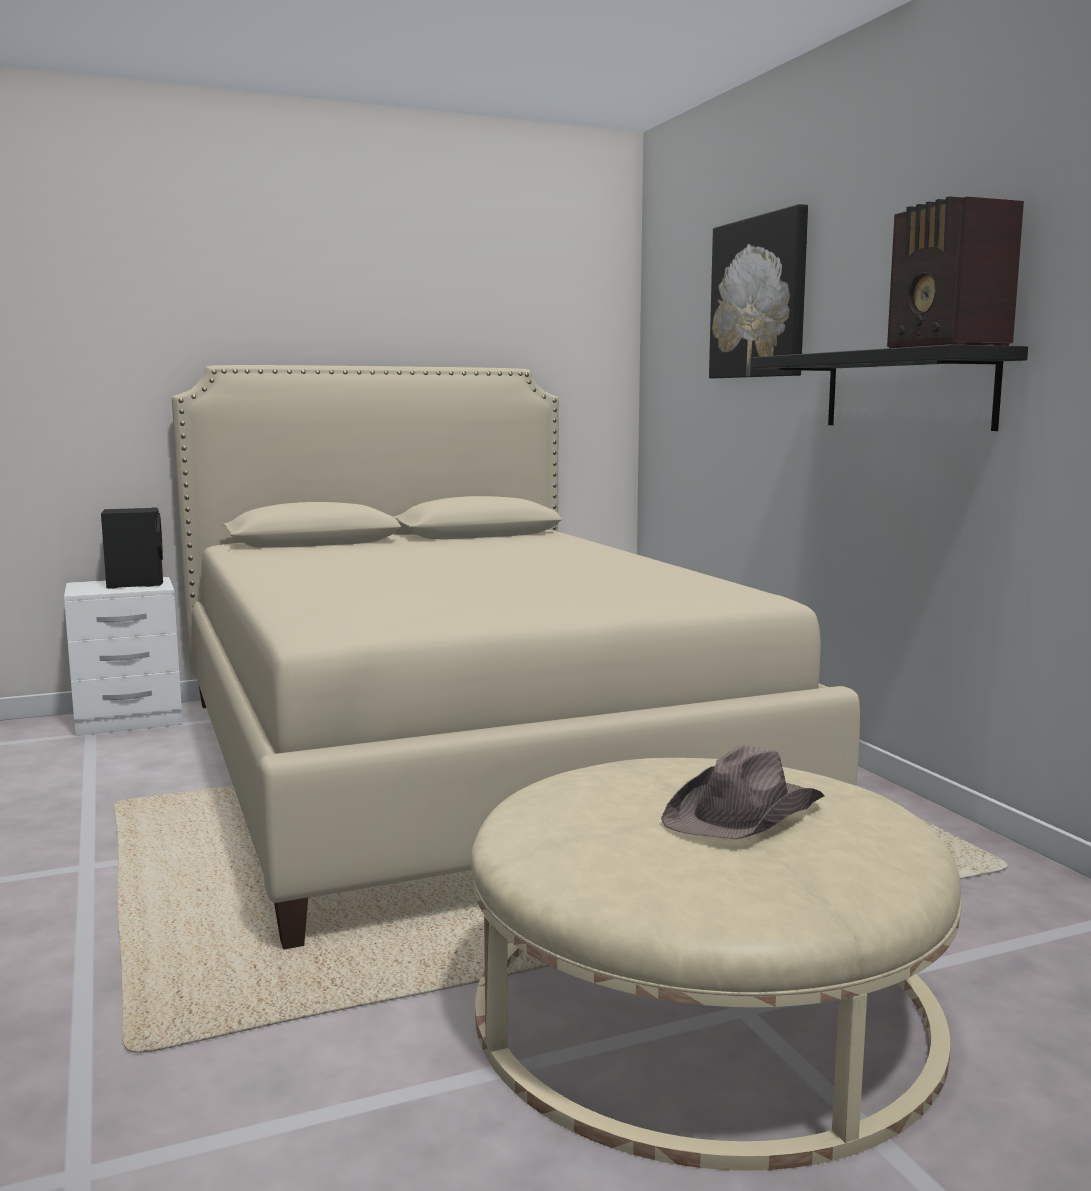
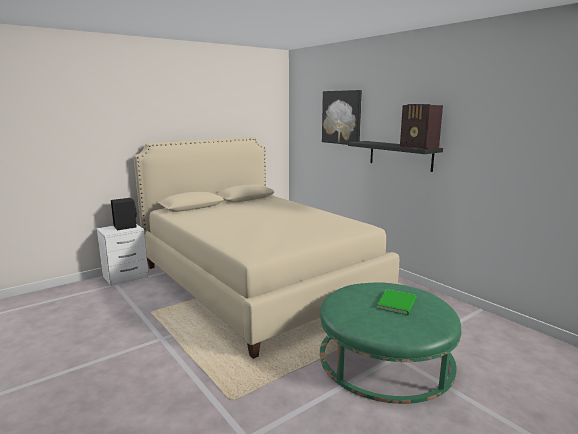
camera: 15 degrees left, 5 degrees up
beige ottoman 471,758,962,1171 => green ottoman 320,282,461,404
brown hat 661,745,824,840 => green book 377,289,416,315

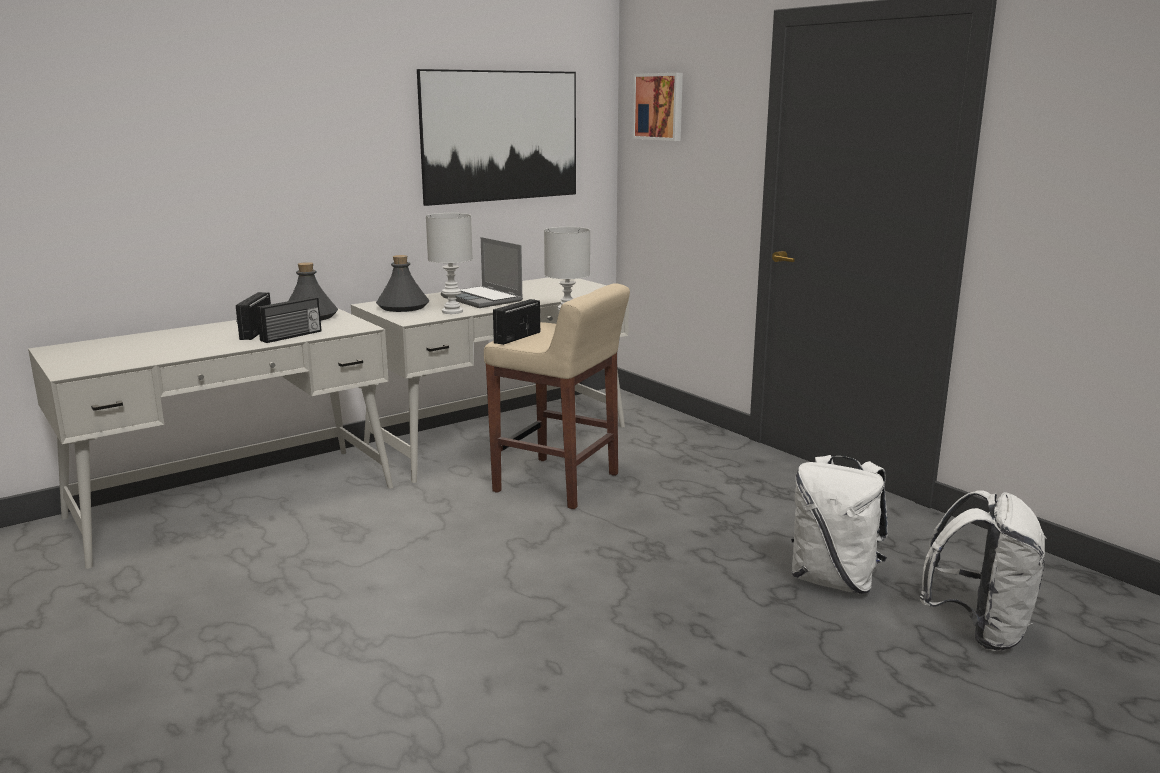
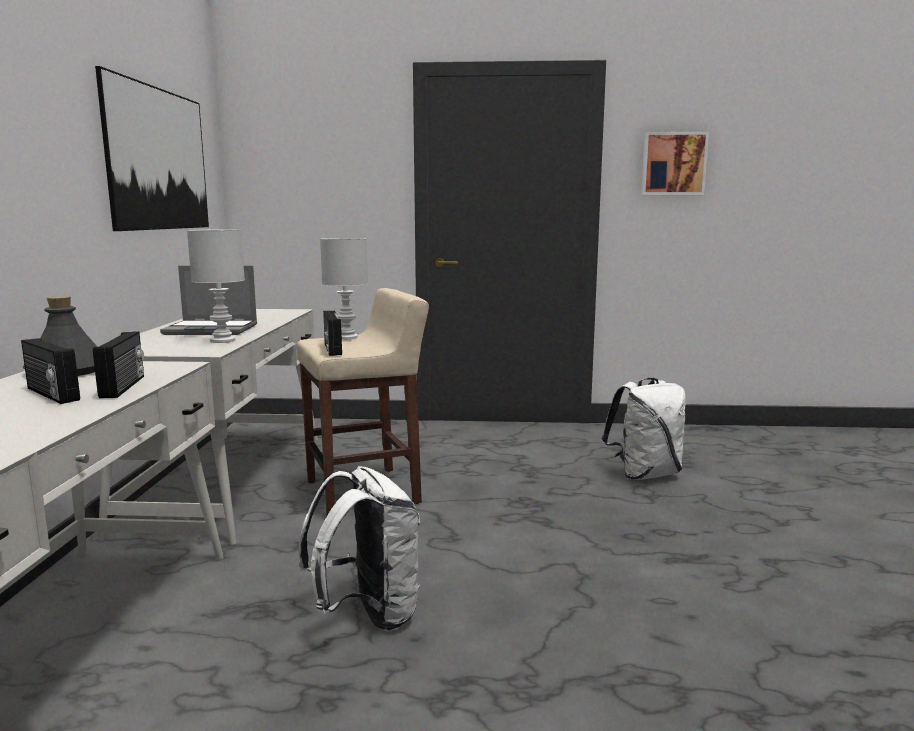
camera: 50 degrees left, 5 degrees down
white backpack 920,490,1047,651 => white backpack 299,466,420,631, shifted
picture 632,73,683,141 => picture 641,132,709,195, shifted
grey bottle 376,255,429,312 => nothing

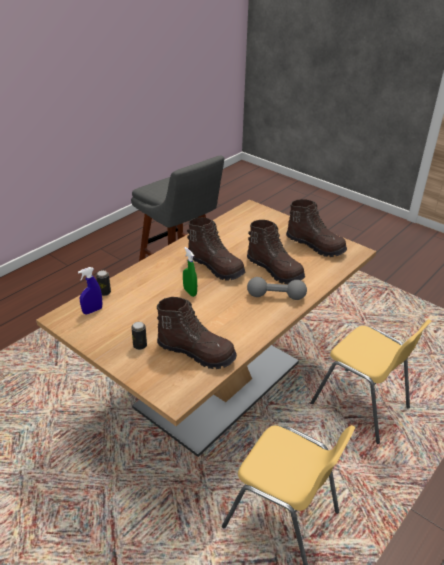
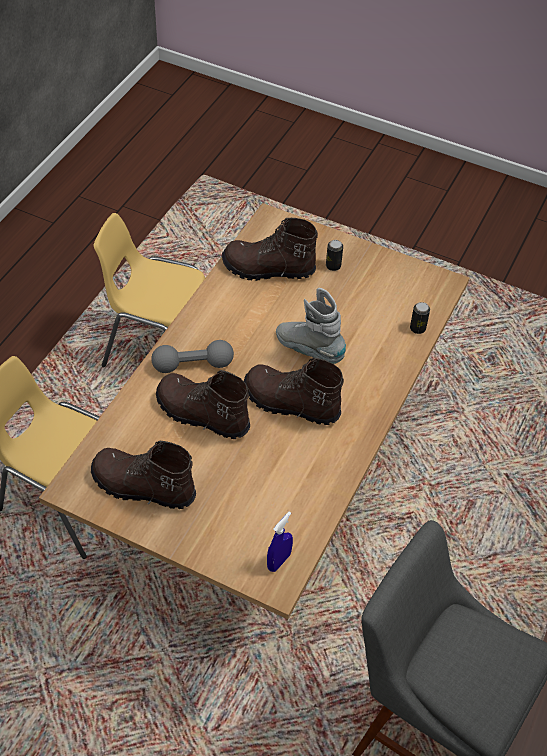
camera: 165 degrees right, 15 degrees up
blue spray bottle 78,267,102,314 => blue spray bottle 267,512,293,572, shifted
green spray bottle 183,247,197,297 => grey boot 276,288,346,364

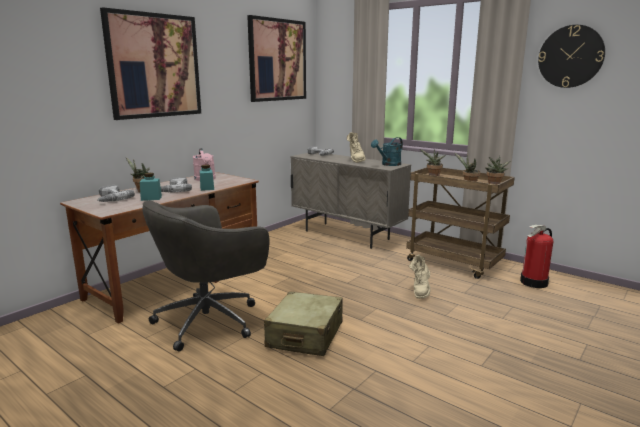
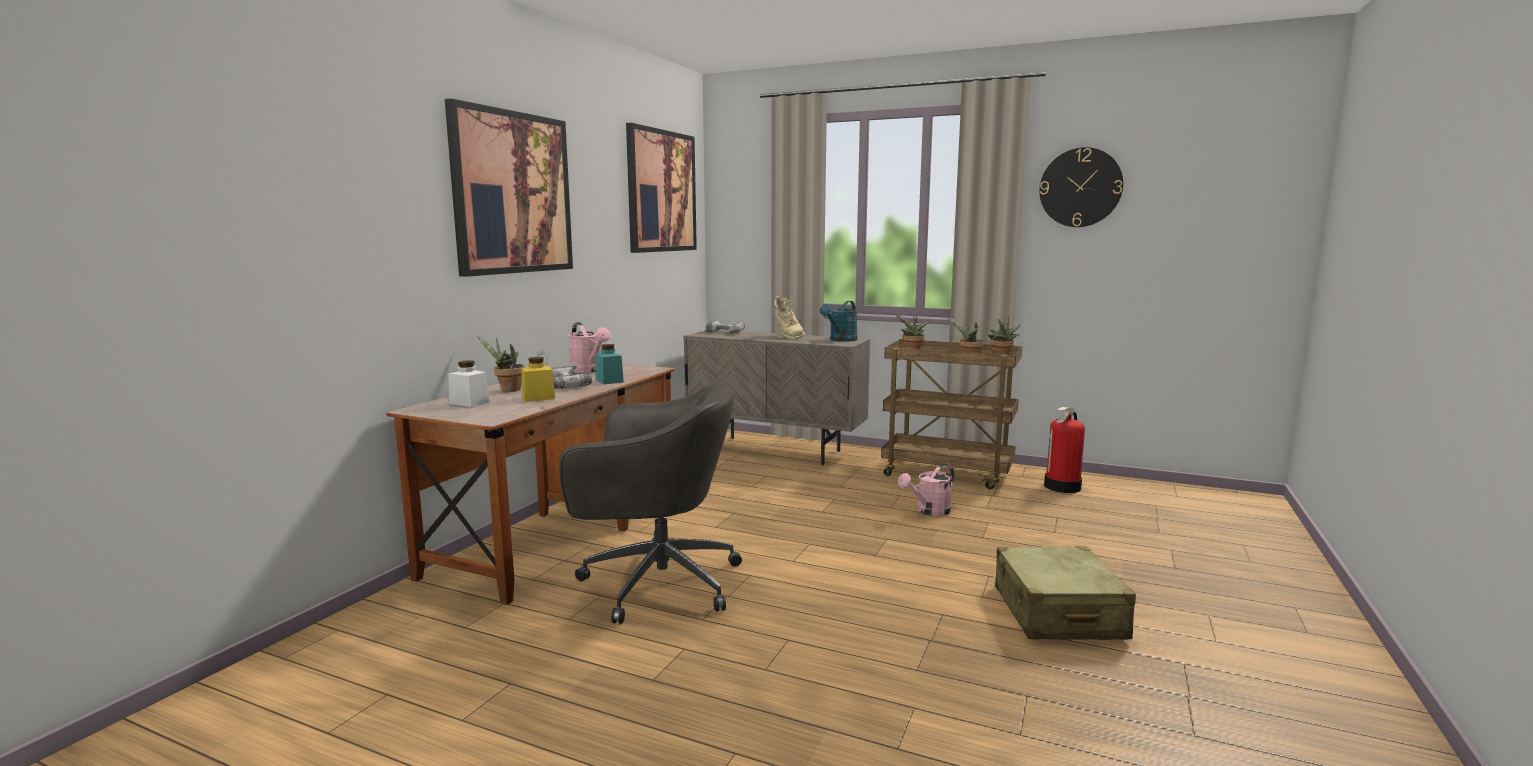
camera: 15 degrees left, 5 degrees down
power drill 98,185,135,202 => white jar 448,361,489,407
turquoise jar 140,173,162,201 => yellow jar 521,357,555,402
grey office chair 142,200,269,352 => grey office chair 559,381,742,624, 120 degrees counterclockwise
beige boot 409,255,431,299 => pink watering can 898,463,954,516
beige suitcase 264,291,343,356 => beige suitcase 995,546,1136,640, shifted

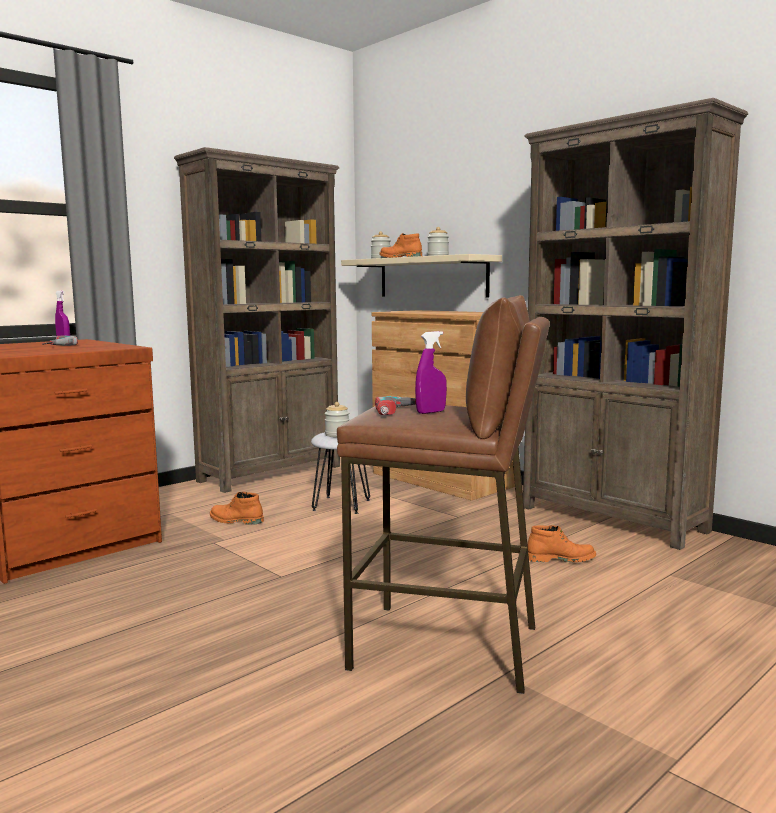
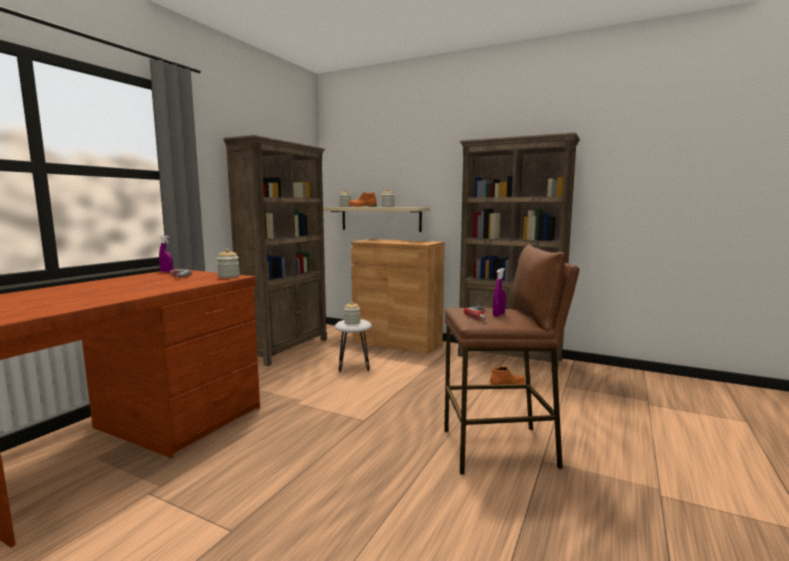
camera: 20 degrees left, 0 degrees up
nothing => jar 217,249,240,278
orange boot 210,492,264,525 => nothing

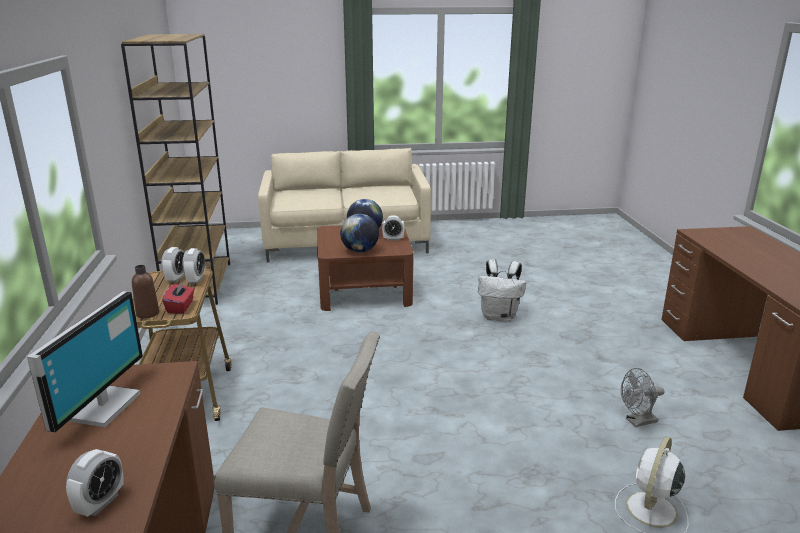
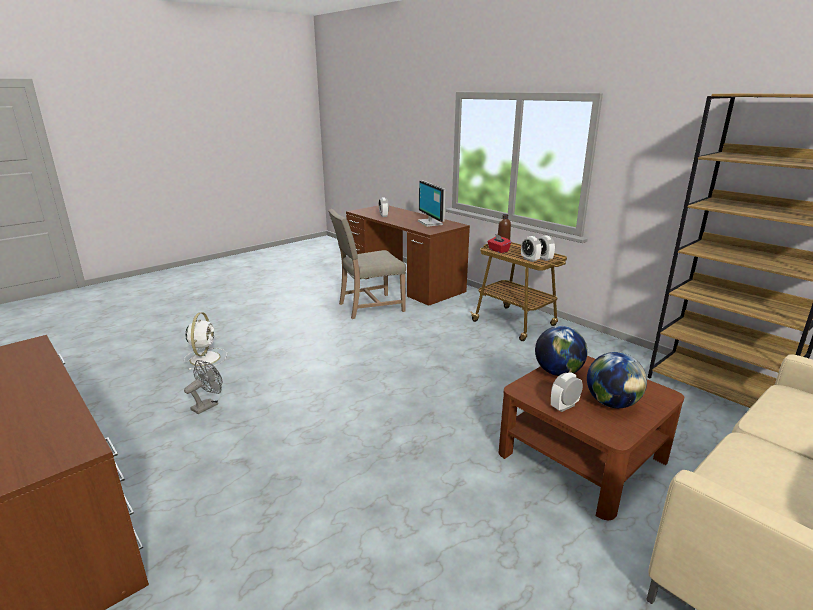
camera: 145 degrees right, 0 degrees up
white backpack 478,260,526,322 => nothing

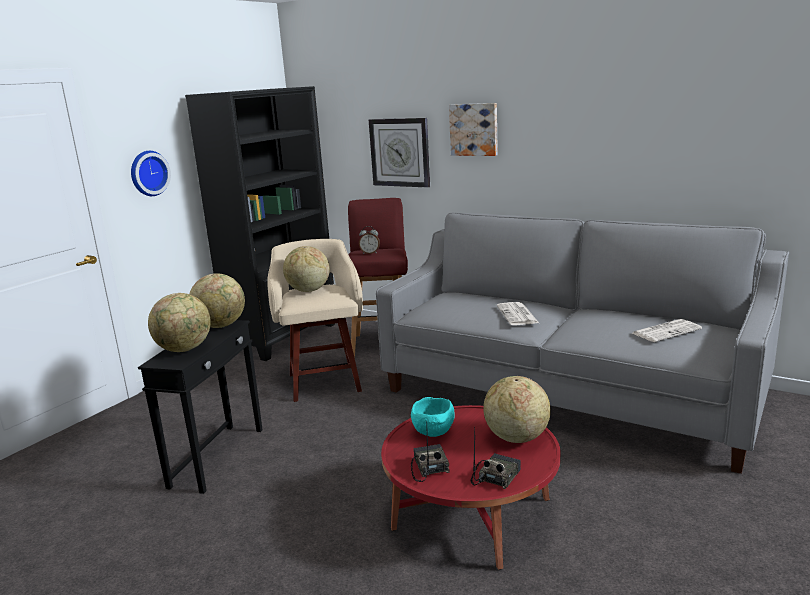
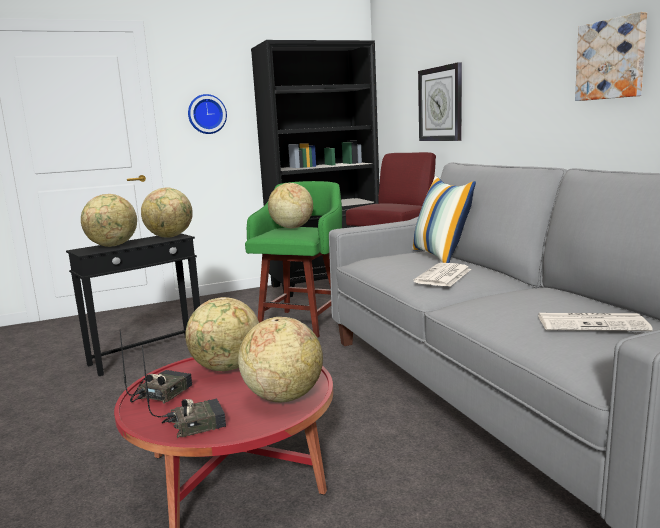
camera: 35 degrees right, 5 degrees down
turquoise bowl 411,397,455,437 => globe 185,297,259,371
beige stool 267,239,363,402 => green stool 245,181,342,338
nothing => pillow 412,176,476,263
picture 449,103,498,156 => picture 575,12,647,101, shifted
alarm clock 359,226,380,254 => nothing

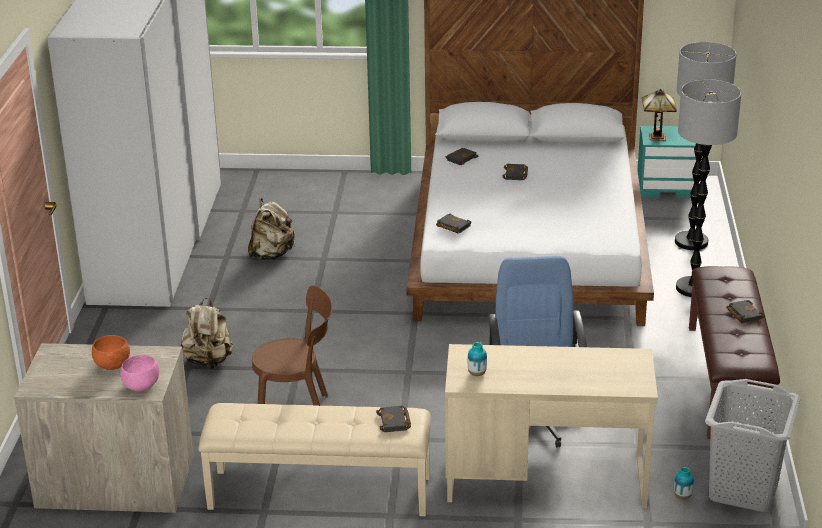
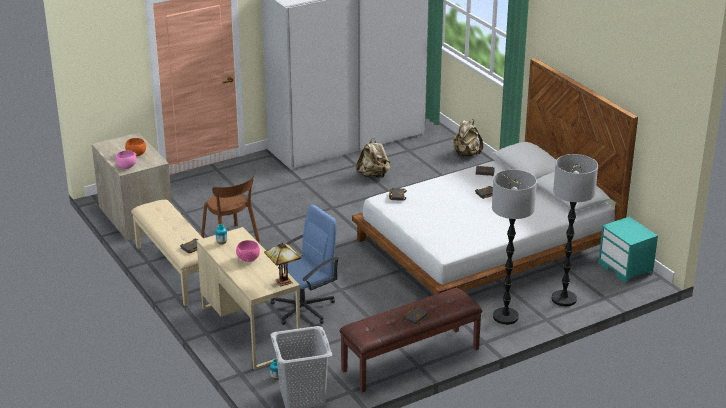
camera: 55 degrees right, 0 degrees up
nothing => pink bowl 236,240,260,262
table lamp 642,89,677,141 => table lamp 264,243,301,286, shifted
beige backpack 181,297,233,369 => beige backpack 453,119,483,157, shifted

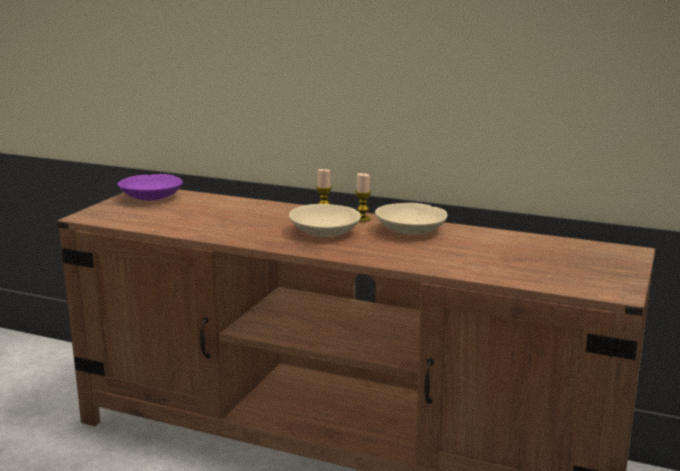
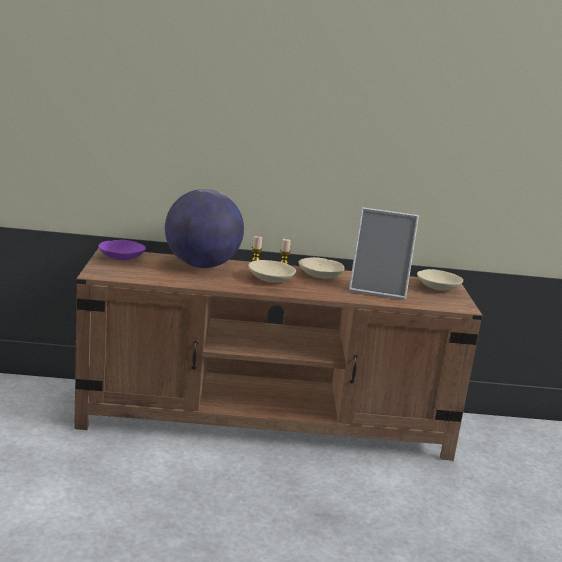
camera: 25 degrees left, 0 degrees up
nothing => globe 165,189,244,268
nothing => picture frame 349,207,419,300
nothing => beige bowl 417,269,463,291

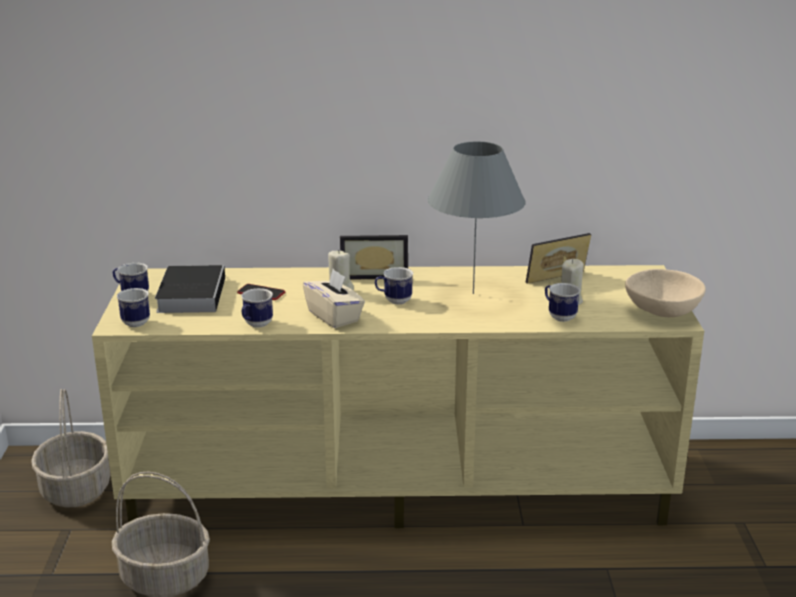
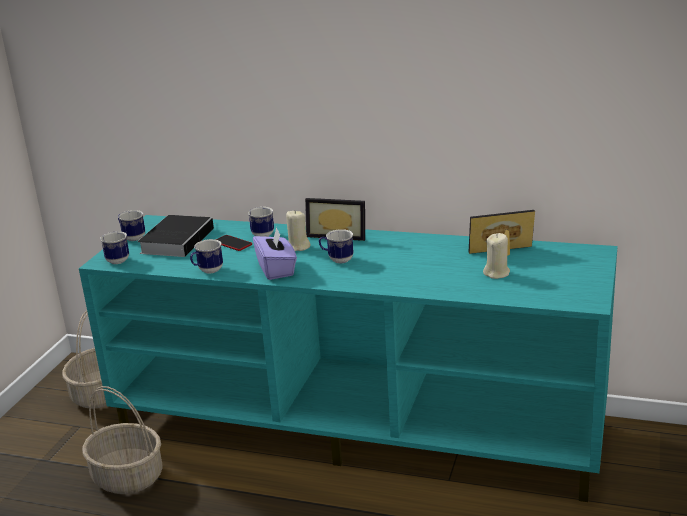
camera: 20 degrees right, 0 degrees up
beige tv stand 92,265,704,528 => turquoise tv stand 79,215,618,502
mug 545,283,580,322 => mug 248,207,274,237, shifted
beige tissue box 303,269,365,328 => purple tissue box 253,227,297,280
grey table lamp 428,141,526,294 => nothing
beige bowl 625,269,706,317 => nothing

